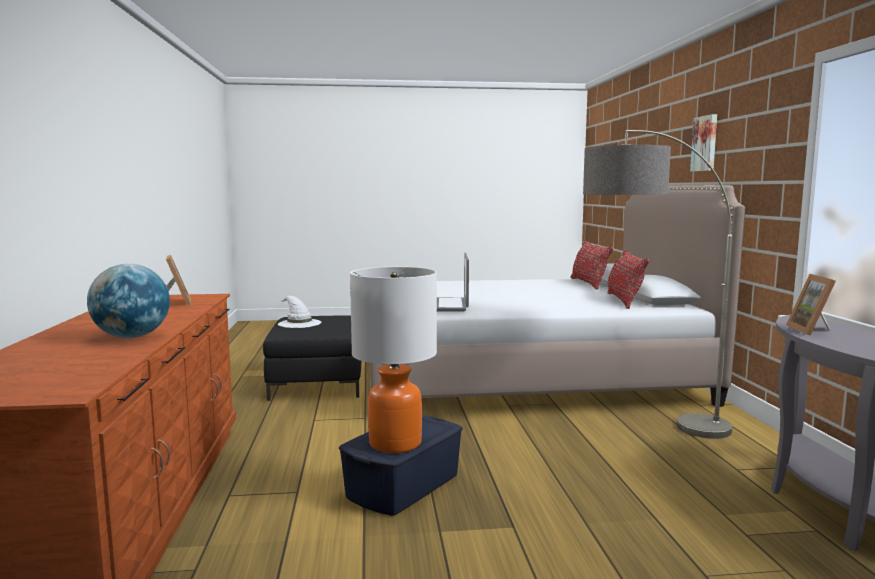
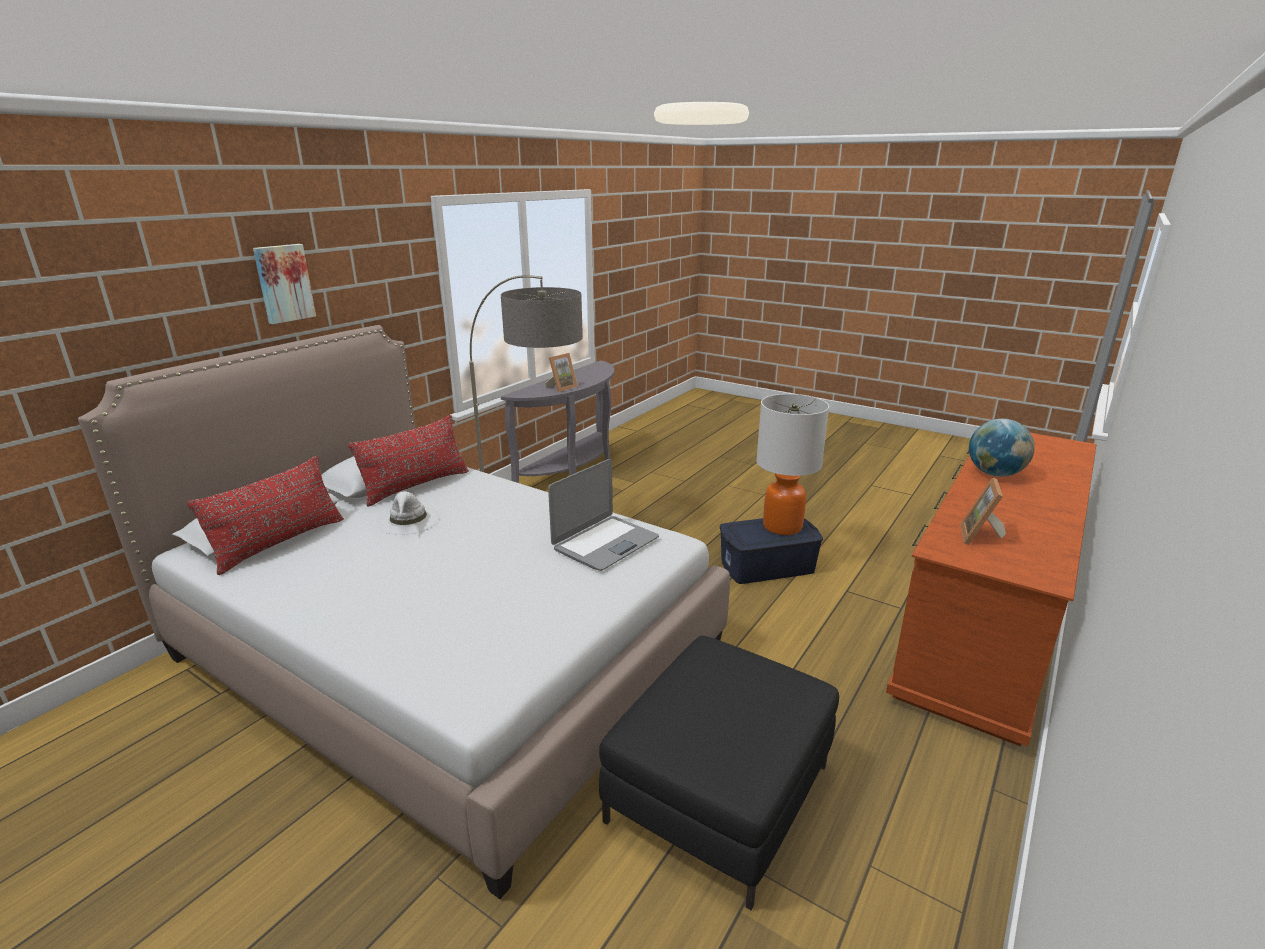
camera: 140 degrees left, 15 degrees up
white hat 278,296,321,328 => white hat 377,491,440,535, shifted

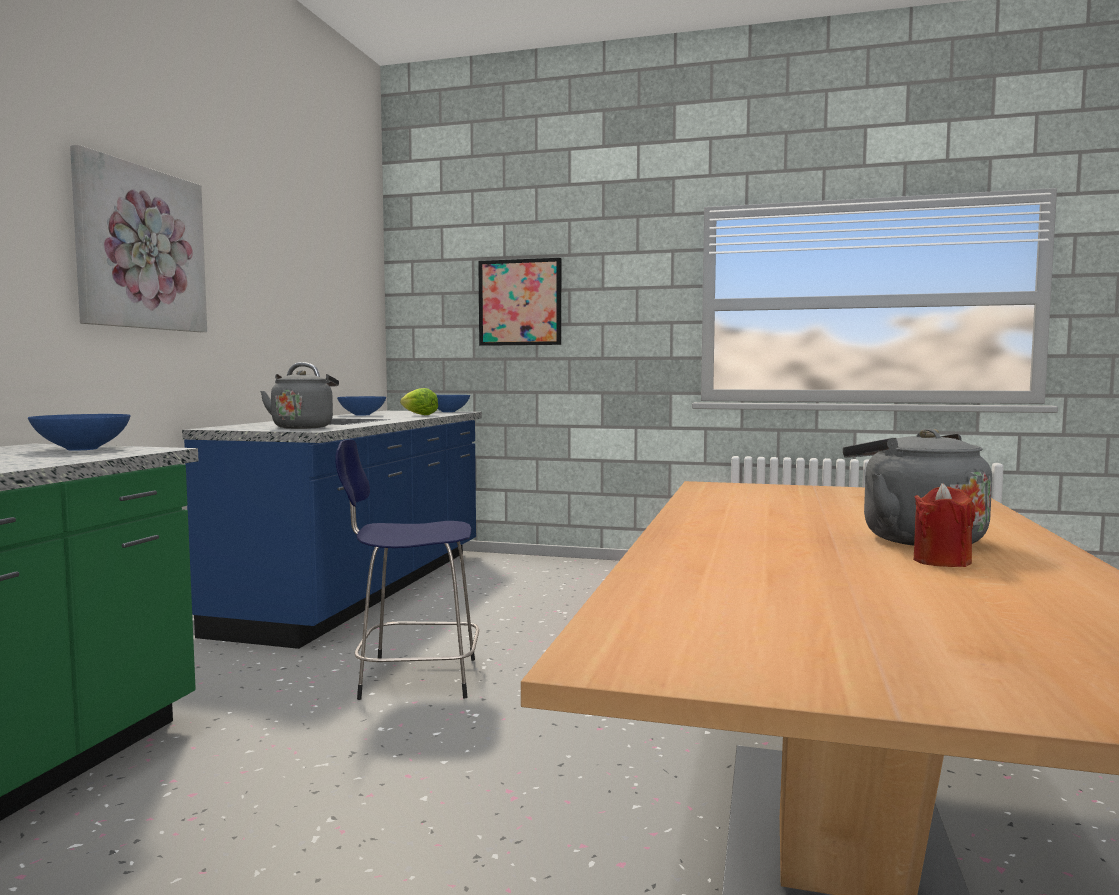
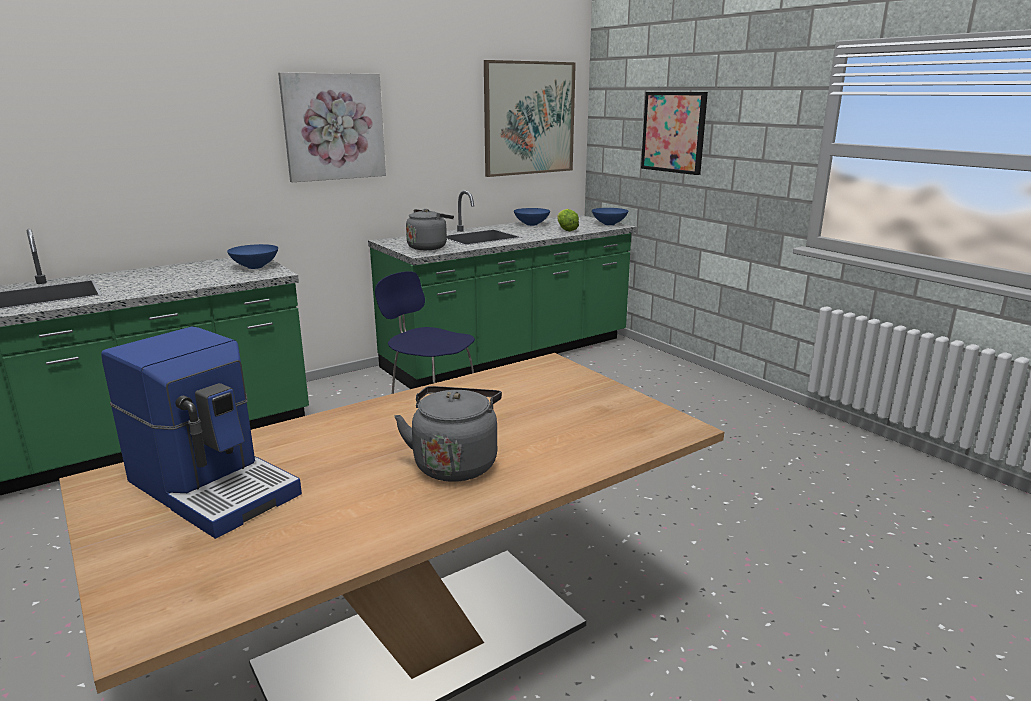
camera: 40 degrees right, 15 degrees up
nothing => coffee machine 101,326,302,539
blue counter 182,362,482,649 => green counter 368,190,637,389
nothing => picture 484,60,576,177
red candle 913,483,975,567 => nothing

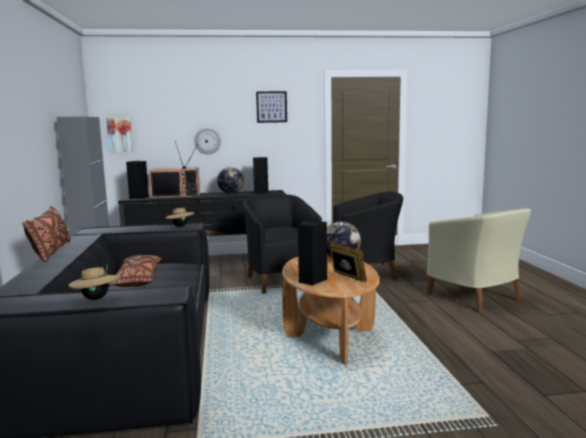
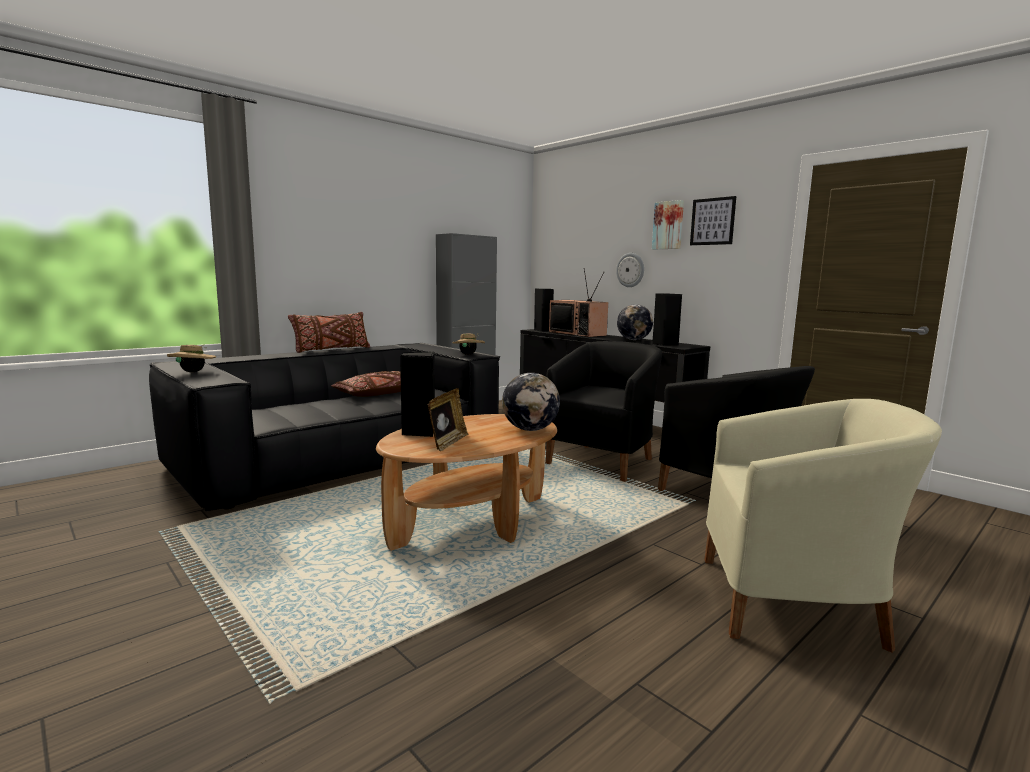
camera: 55 degrees right, 0 degrees up
picture 106,117,133,152 => picture 652,200,684,249, shifted
beige armchair 427,208,531,313 => beige armchair 704,399,942,653, 105 degrees counterclockwise

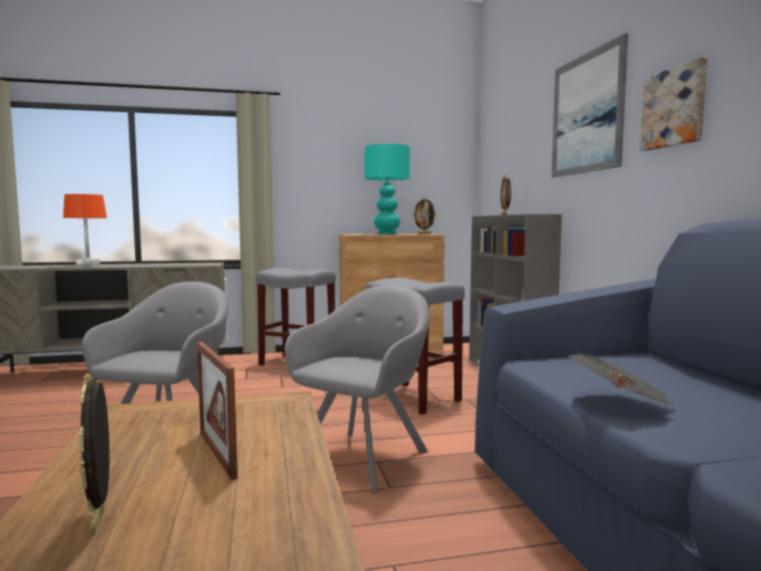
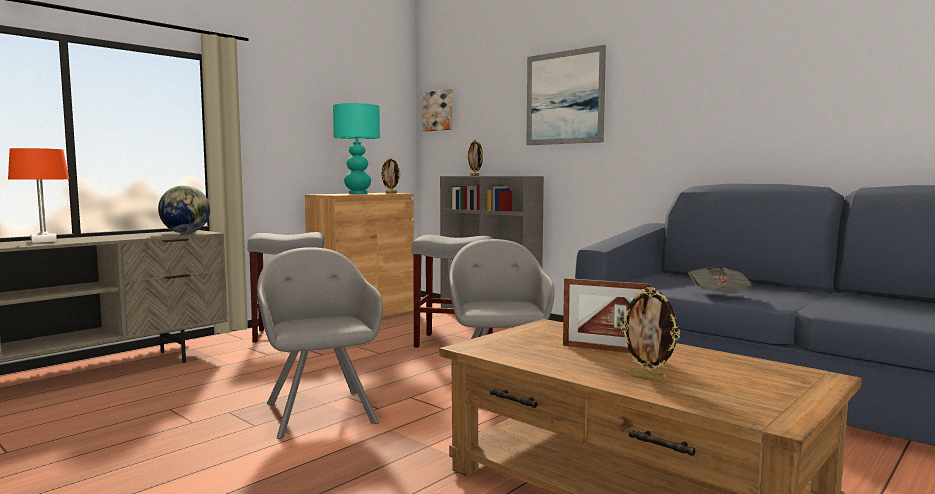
camera: 35 degrees left, 0 degrees up
nothing => globe 158,185,210,233
picture 640,57,707,151 => picture 422,89,452,132, shifted

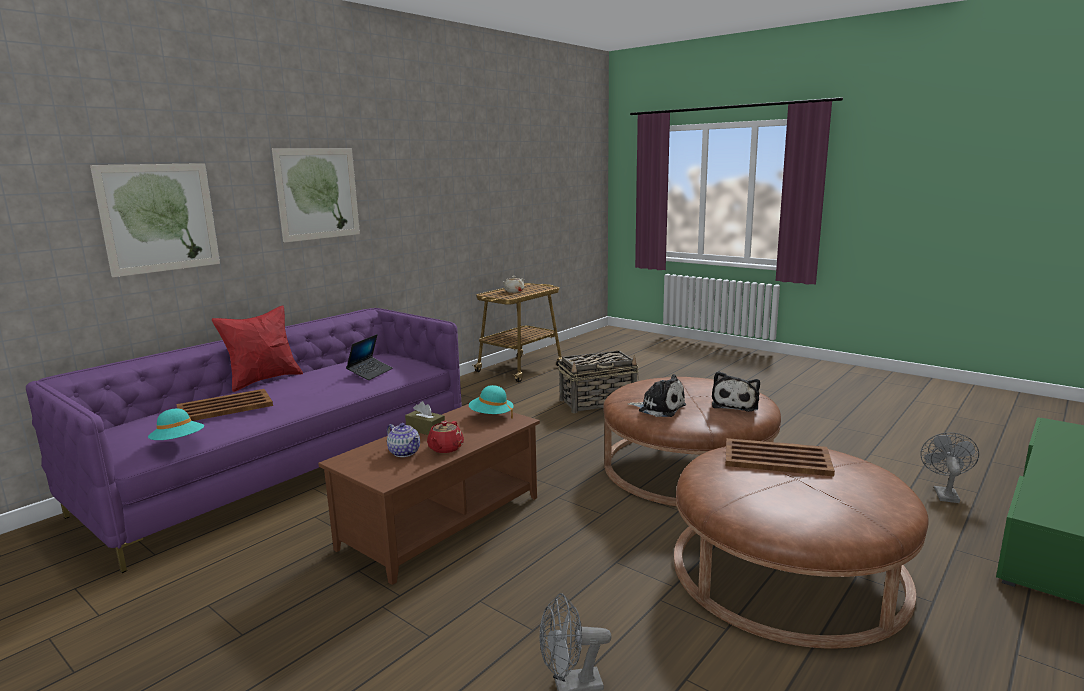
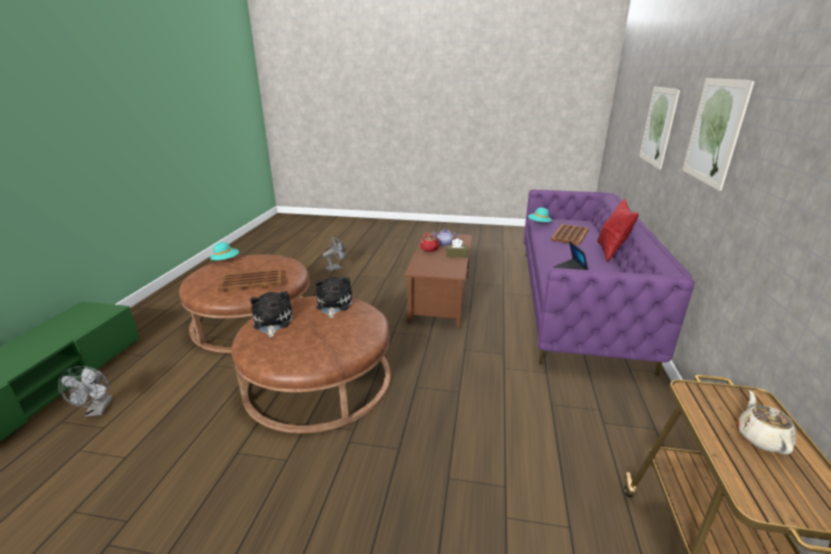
camera: 150 degrees right, 10 degrees up
turquoise hat 469,385,514,419 => turquoise hat 210,242,239,262, shifted
plush toy 628,374,686,417 => plush toy 315,277,352,318, 90 degrees clockwise
basket 558,351,639,413 => nothing

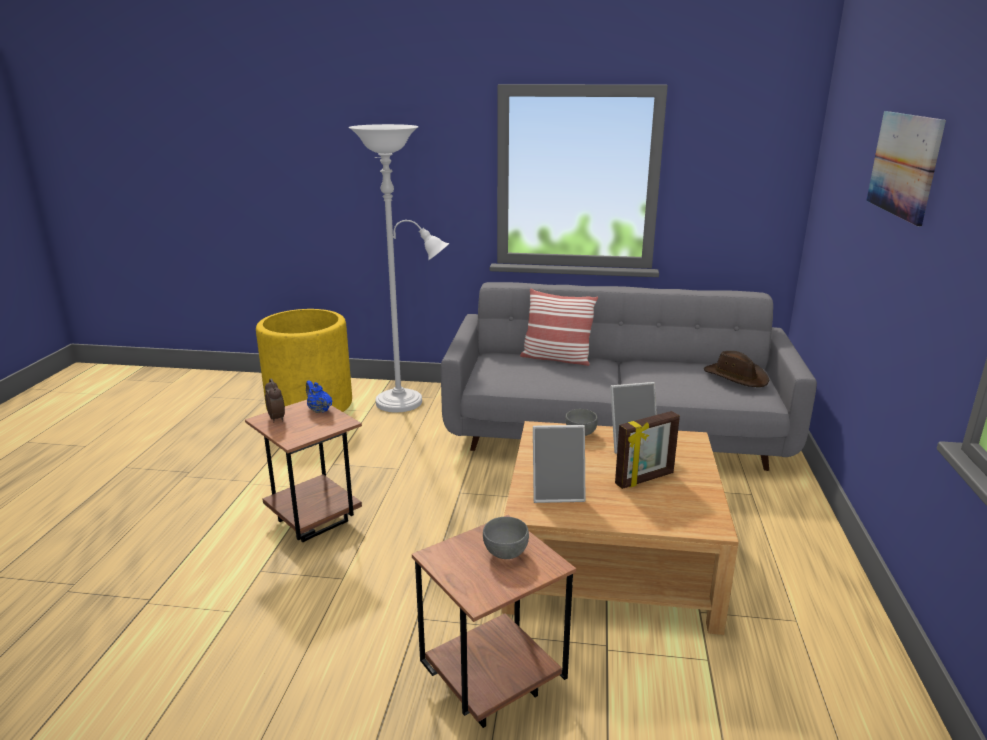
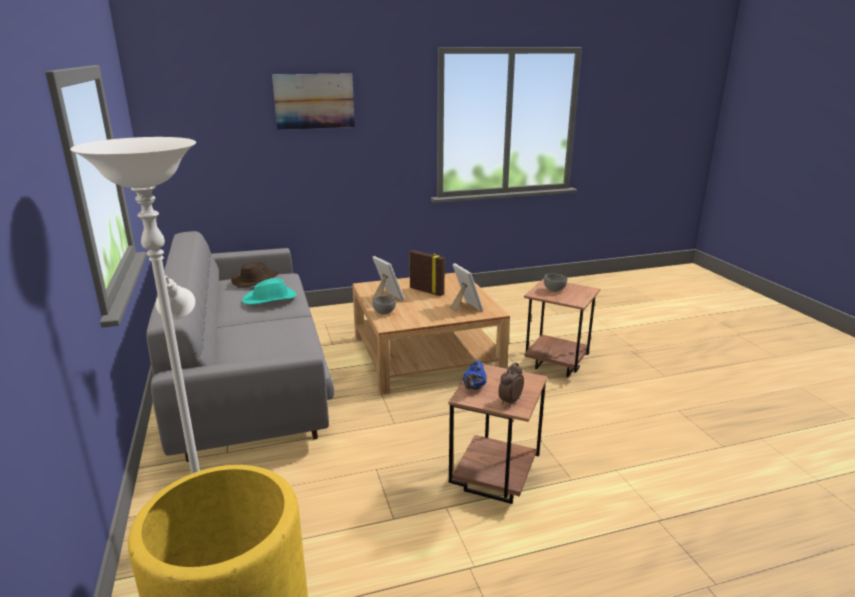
camera: 115 degrees left, 0 degrees up
nothing => turquoise hat 242,278,297,305
pillow 520,288,598,366 => nothing

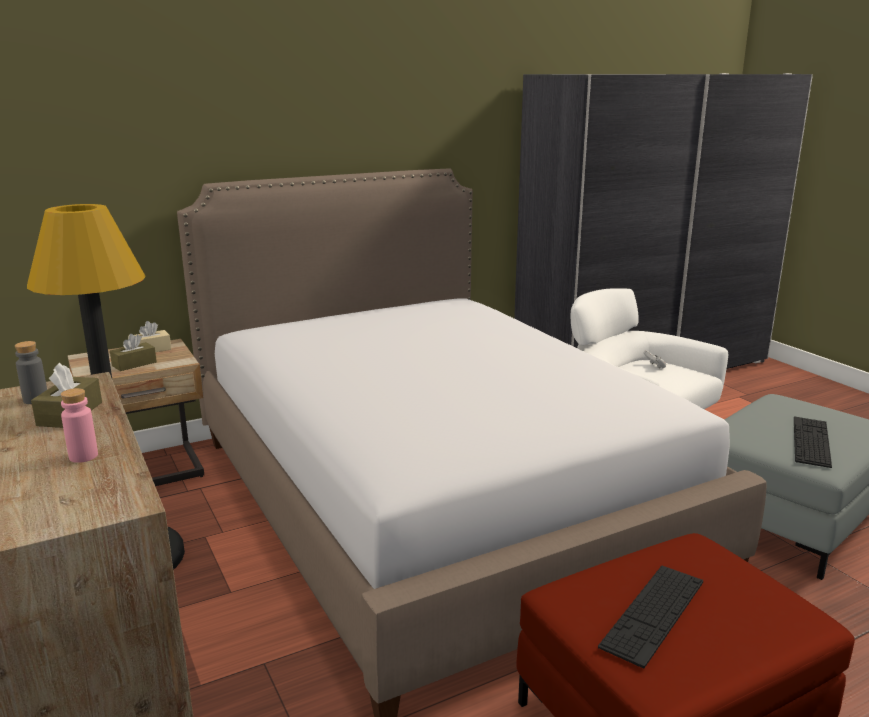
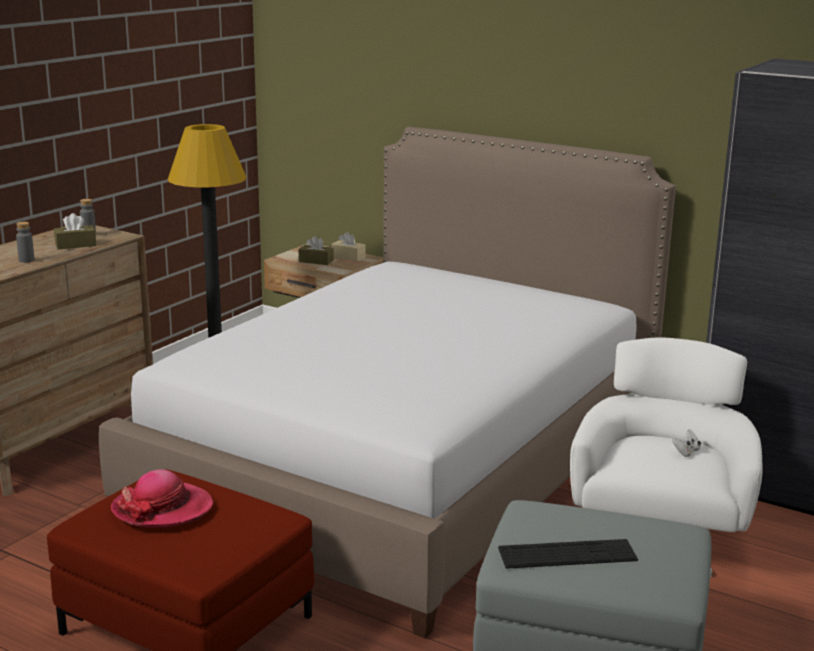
camera: 60 degrees right, 0 degrees up
pink bottle 60,388,98,463 => grey bottle 16,222,34,263
keyboard 598,566,703,668 => hat 111,469,213,527

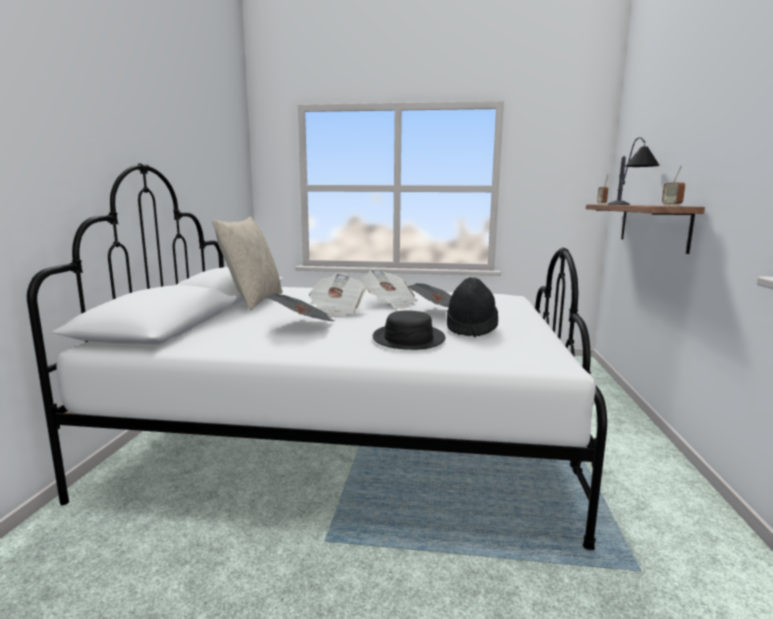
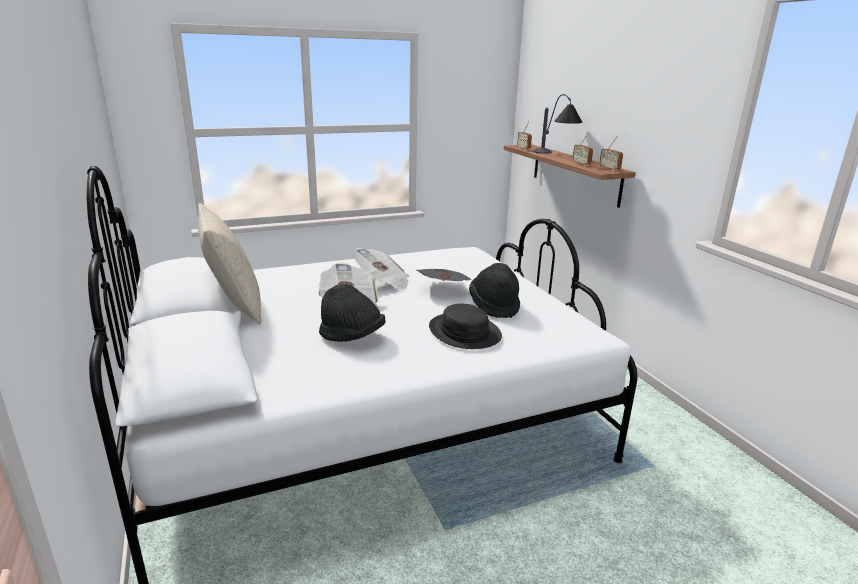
camera: 30 degrees left, 10 degrees up
newspaper 267,294,335,321 => black hat 319,284,385,342
nothing => radio 573,132,593,166

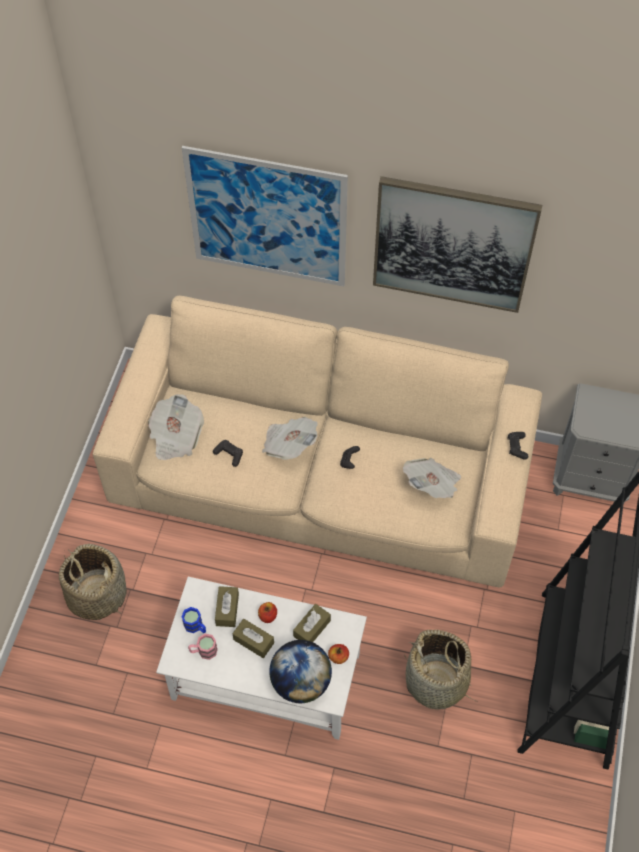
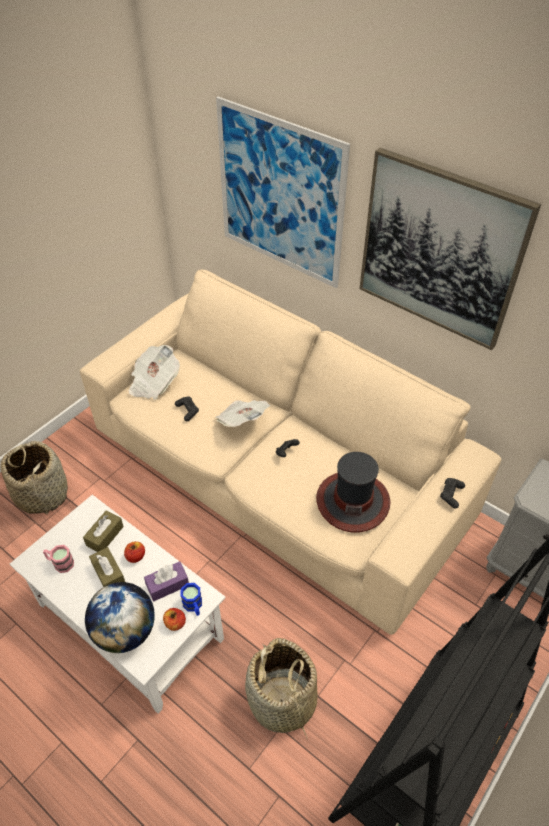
camera: 25 degrees right, 10 degrees down
brown tissue box 293,604,331,642 => purple tissue box 144,561,189,601
blue mug 181,607,206,633 => blue mug 180,583,202,616, shifted
newspaper 403,458,461,498 => hat 316,452,391,533

